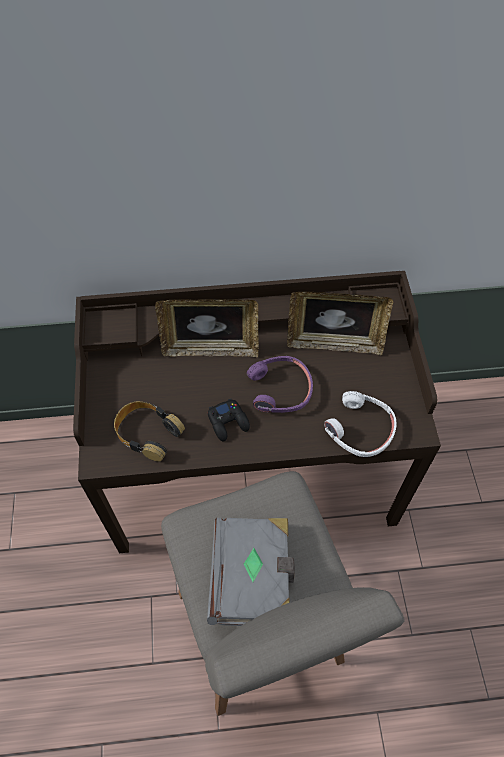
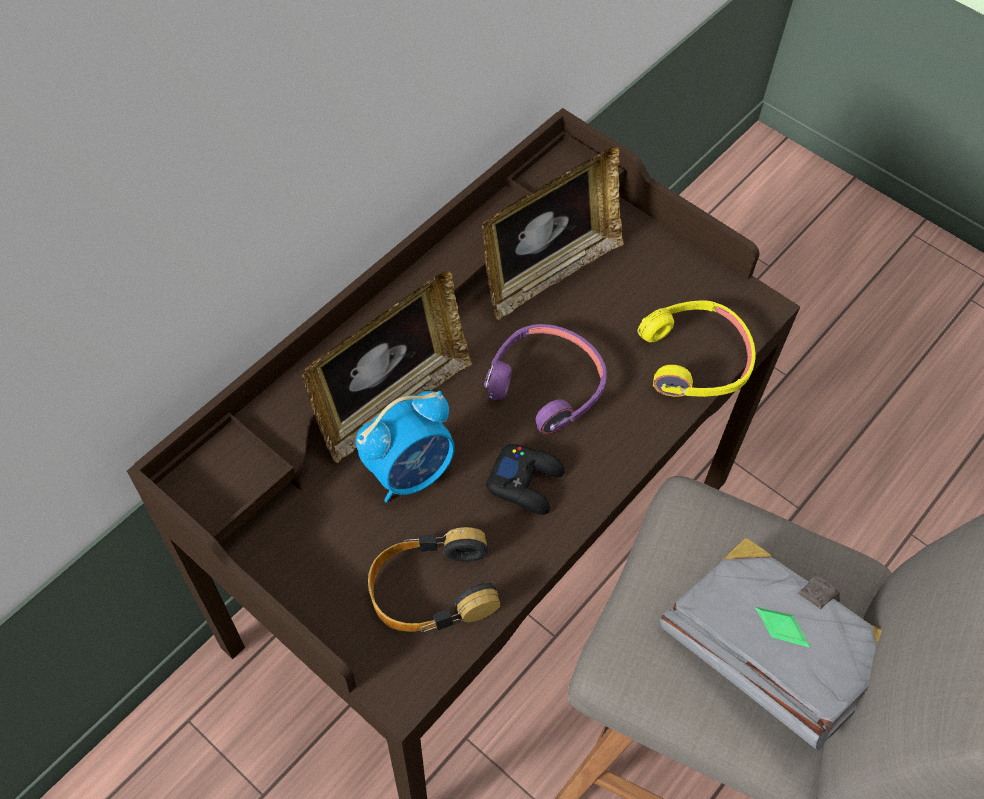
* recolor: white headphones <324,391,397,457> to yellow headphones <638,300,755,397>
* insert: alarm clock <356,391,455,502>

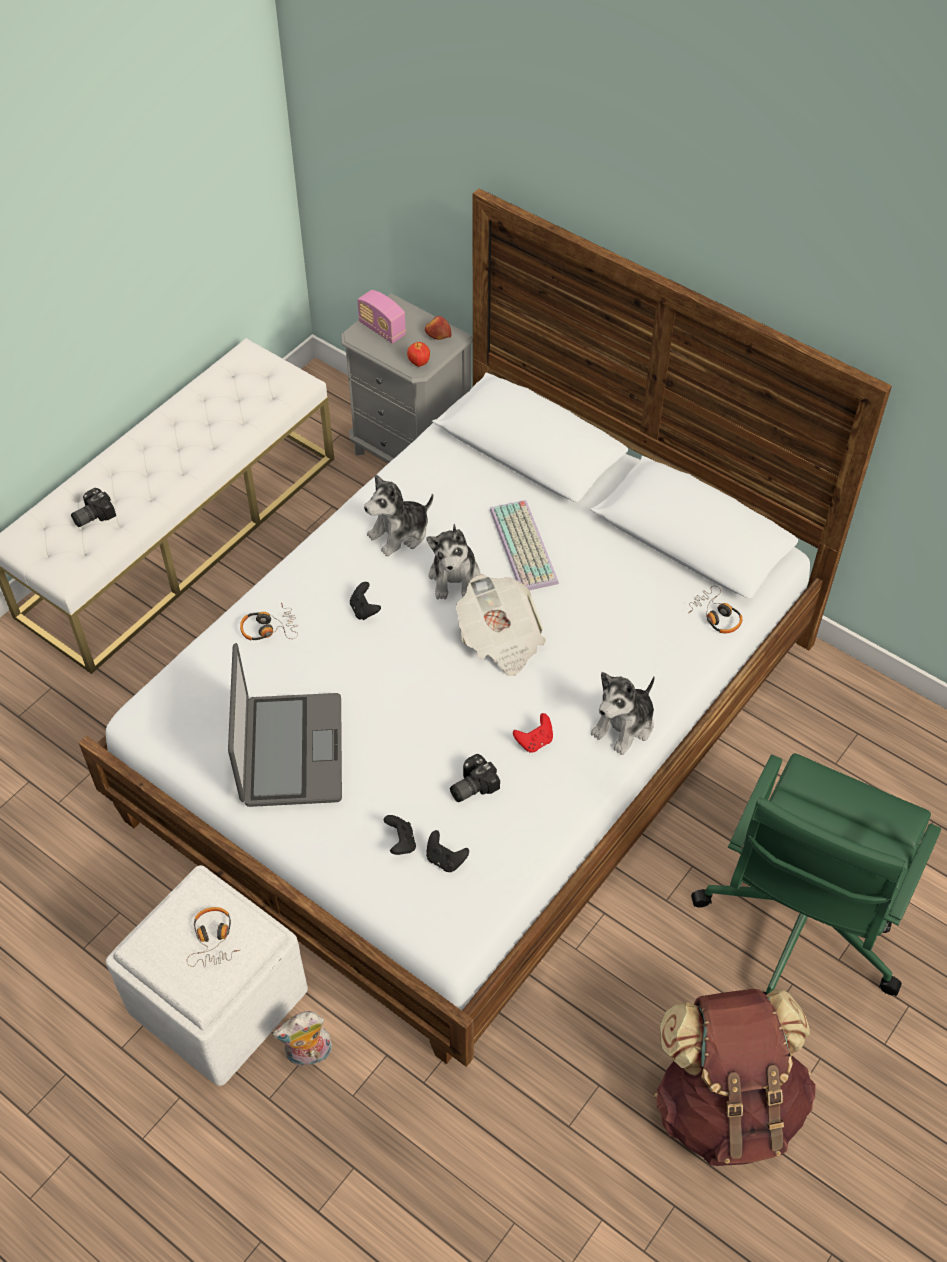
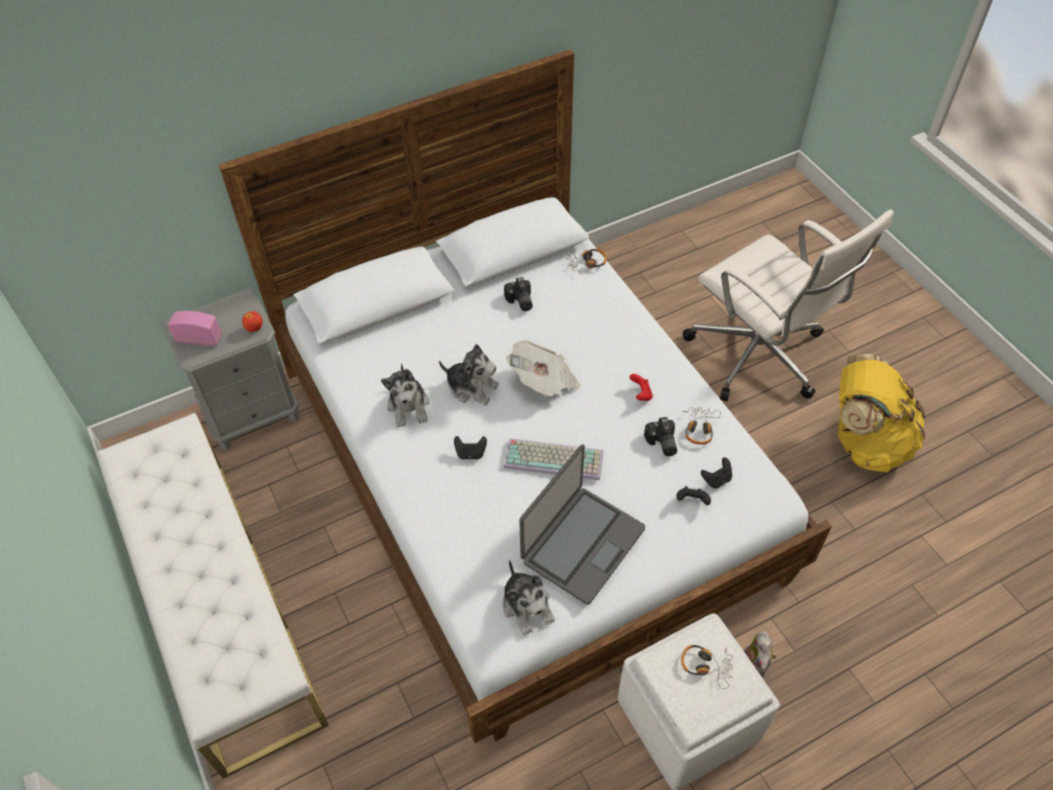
* move: photo camera <71,488,116,527> to <504,277,533,311>
* rotate: laptop <228,643,342,807> = <519,444,645,605> 105 degrees clockwise
* move: headphones <240,603,298,641> to <682,407,721,445>
* rotate: radio <357,290,406,343> = <168,311,222,346> 150 degrees counterclockwise
* delete: apple <425,316,452,340>
* move: keyboard <490,500,559,590> to <503,438,603,480>
* move: plush toy <591,672,655,755> to <502,559,555,636>
* recolor: brown backpack <654,989,816,1166> to yellow backpack <838,354,925,472>
* recolor: green office chair <691,753,941,996> to white office chair <683,209,894,401>

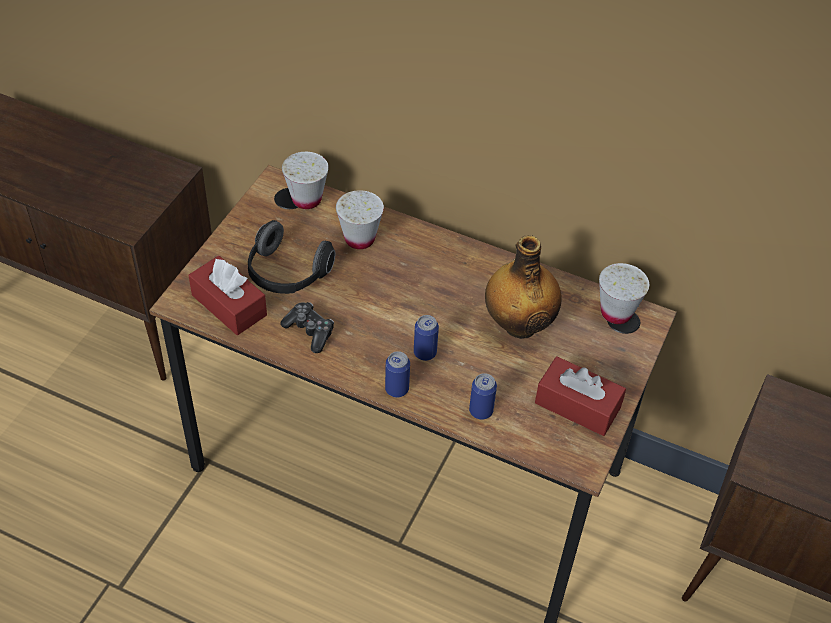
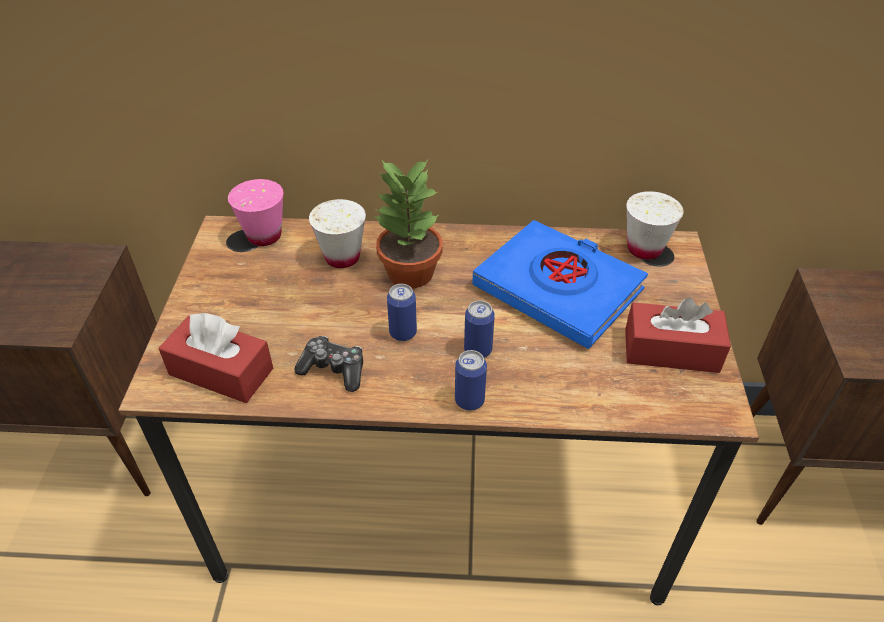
* delete: headphones <248,220,335,294>
* recolor: white cup <282,152,329,209> to pink cup <228,179,283,246>
* move: can <469,373,497,420> to <387,284,417,341>
* replace: bottle <485,235,562,339> to blue book <472,220,648,349>
* insert: potted plant <374,160,442,289>

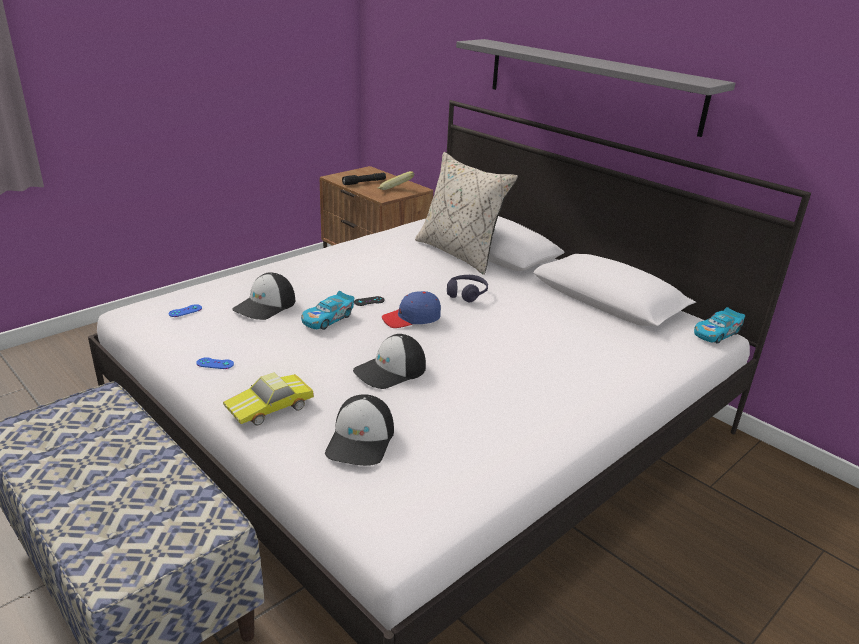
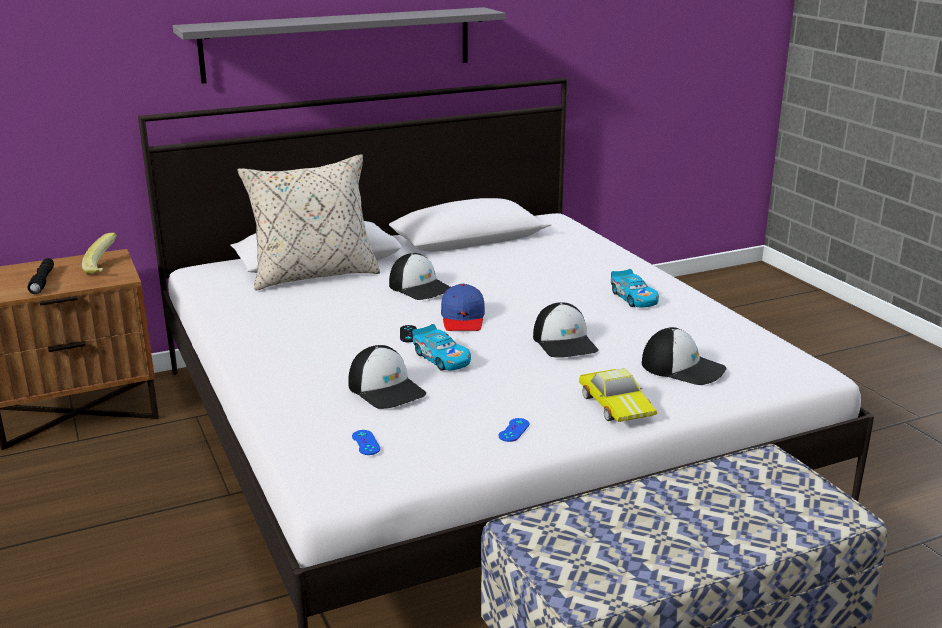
* replace: purple headphones <447,275,488,302> to cap <389,253,450,300>
* move: toy car <694,307,745,344> to <611,269,659,308>

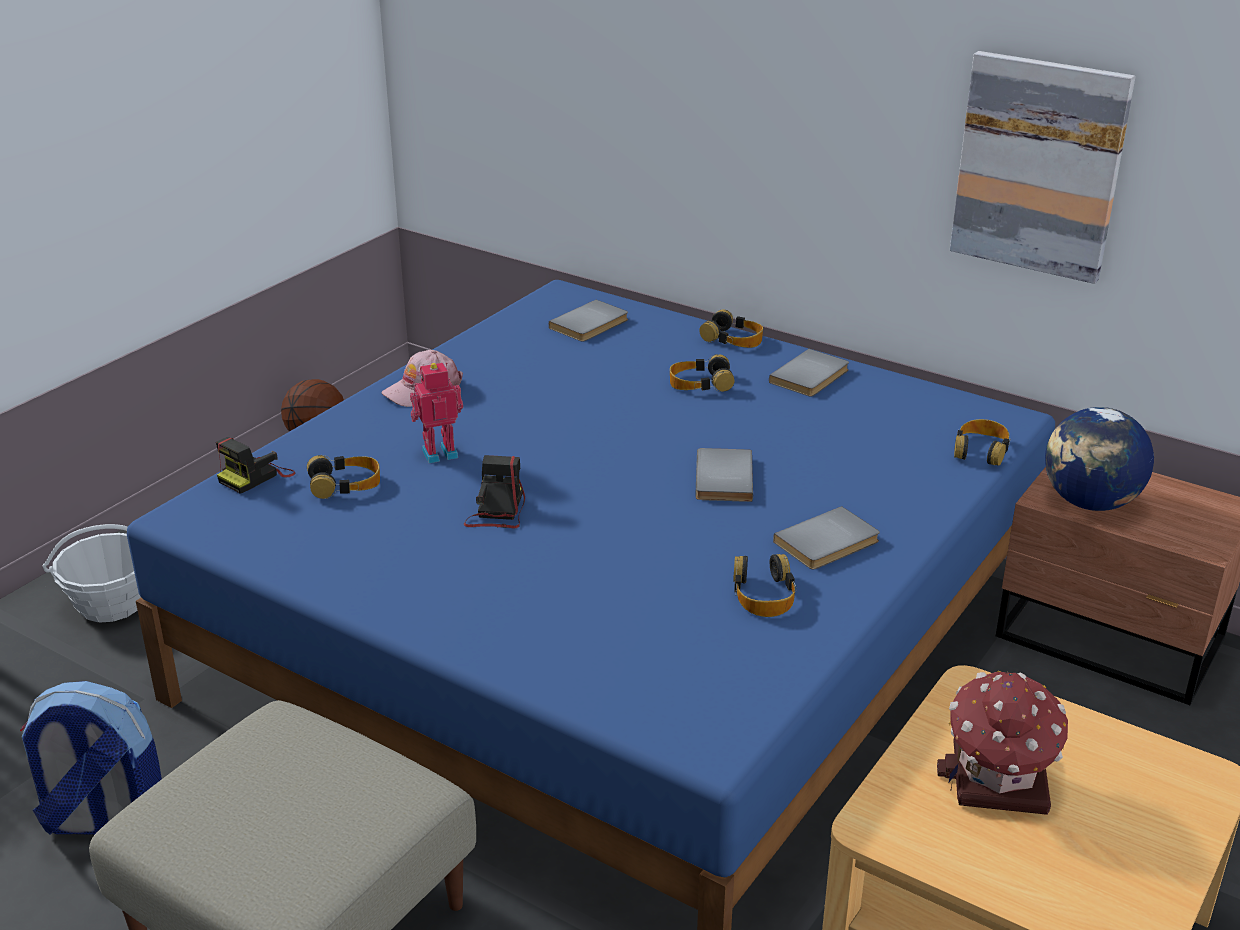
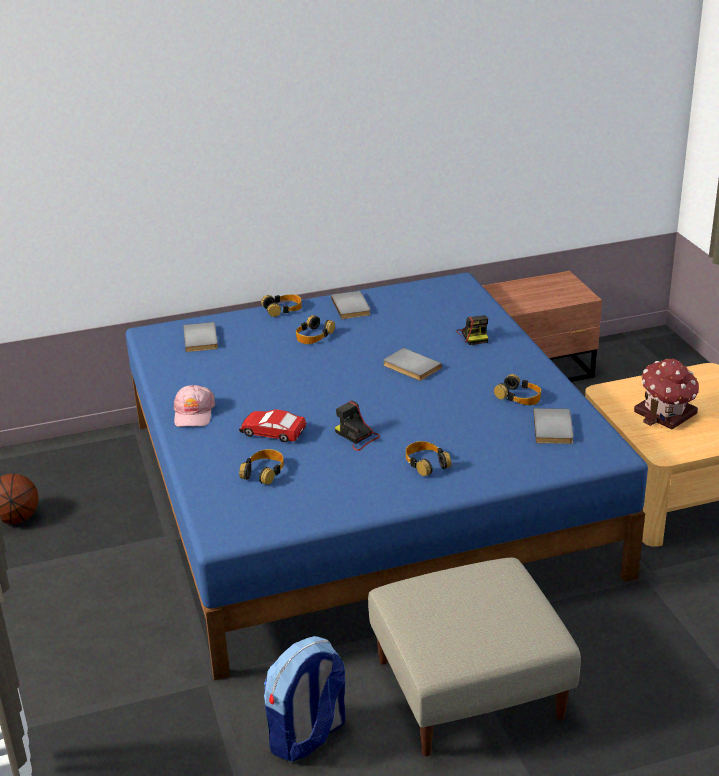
* delete: basket <43,524,141,623>
* move: photo camera <216,437,296,494> to <456,315,488,345>
* replace: toy robot <410,363,463,463> to toy car <239,409,306,442>
* move: grey book <773,506,880,569> to <533,408,573,444>
* delete: picture <950,51,1136,284>
* move: headphones <954,419,1010,466> to <406,441,451,476>
* delete: globe <1045,407,1154,511>

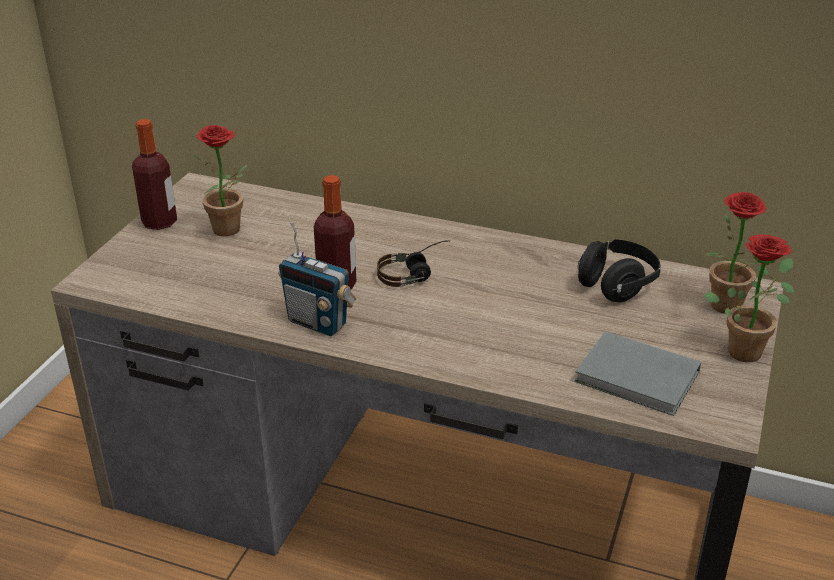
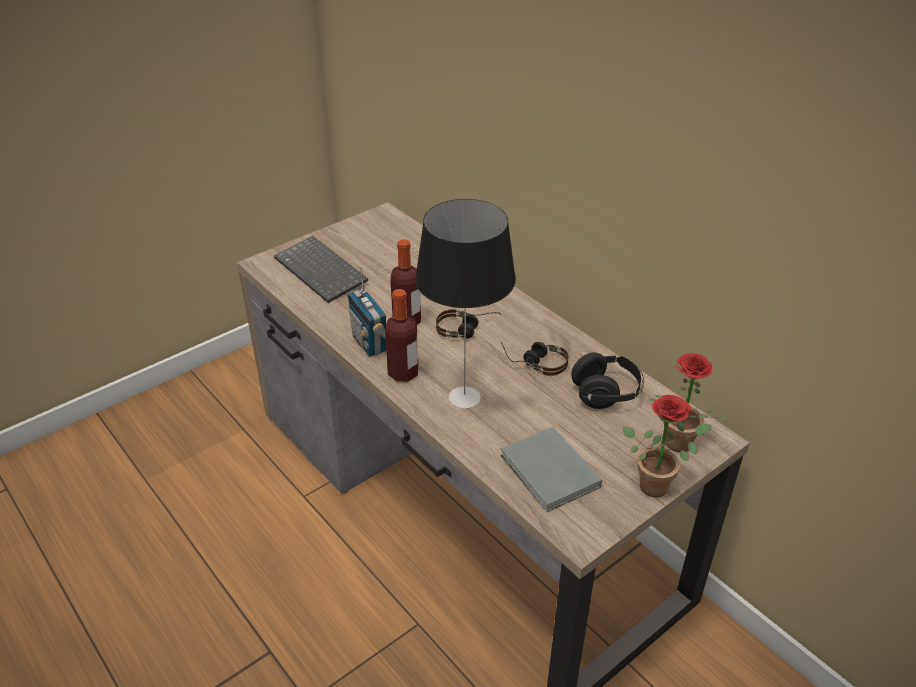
* move: bottle <132,119,177,230> to <385,289,419,382>
* delete: potted plant <192,125,248,236>
* insert: keyboard <274,236,368,303>
* insert: table lamp <415,199,516,408>
* insert: headphones <501,342,569,376>

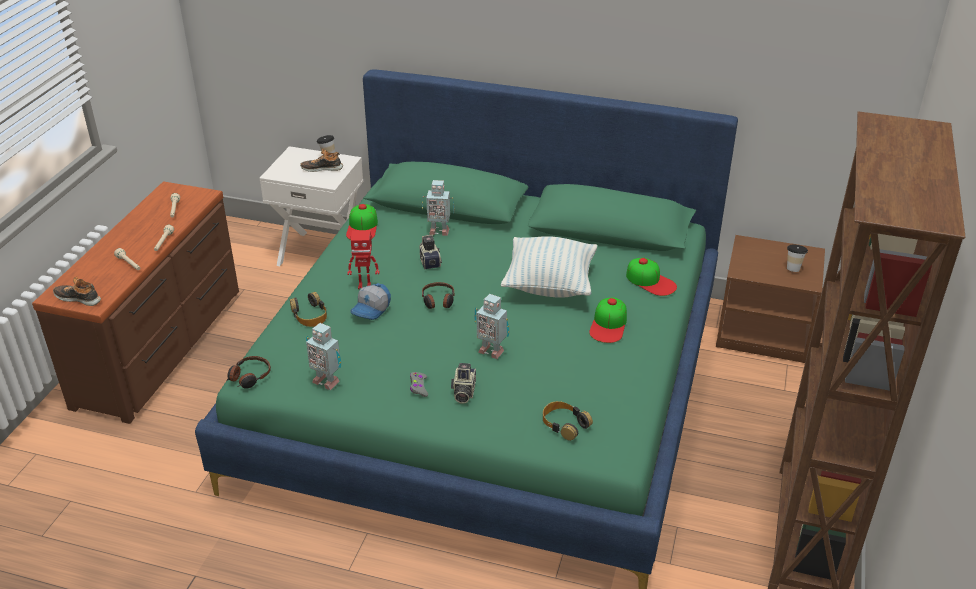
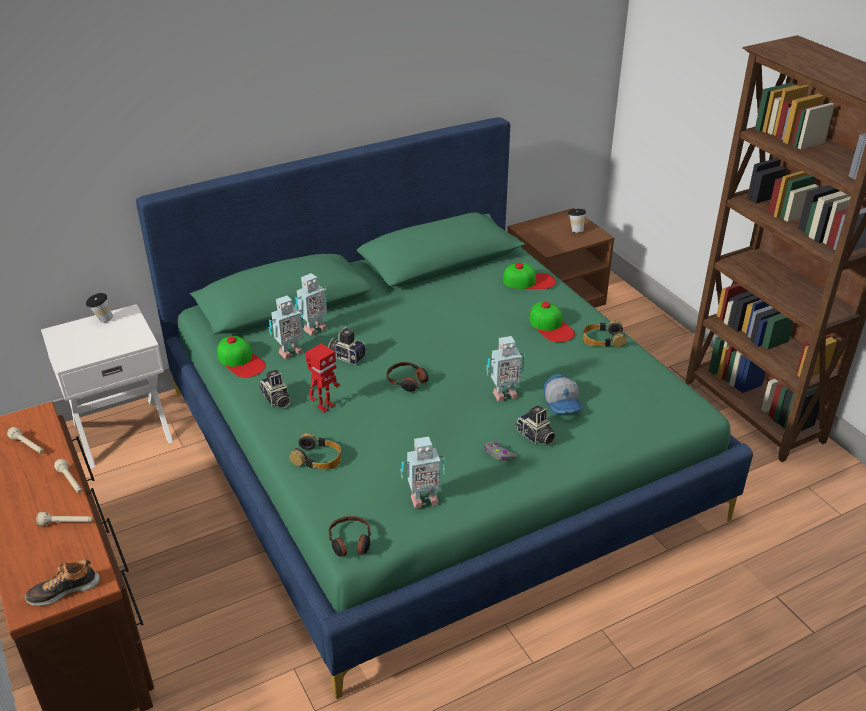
* delete: shoe <300,149,343,172>
* move: cap <350,283,391,320> to <544,374,583,414>
* delete: pillow <501,236,597,298>
* move: headphones <543,401,593,441> to <583,321,627,348>
* insert: photo camera <259,369,291,408>
* insert: toy robot <269,296,304,359>

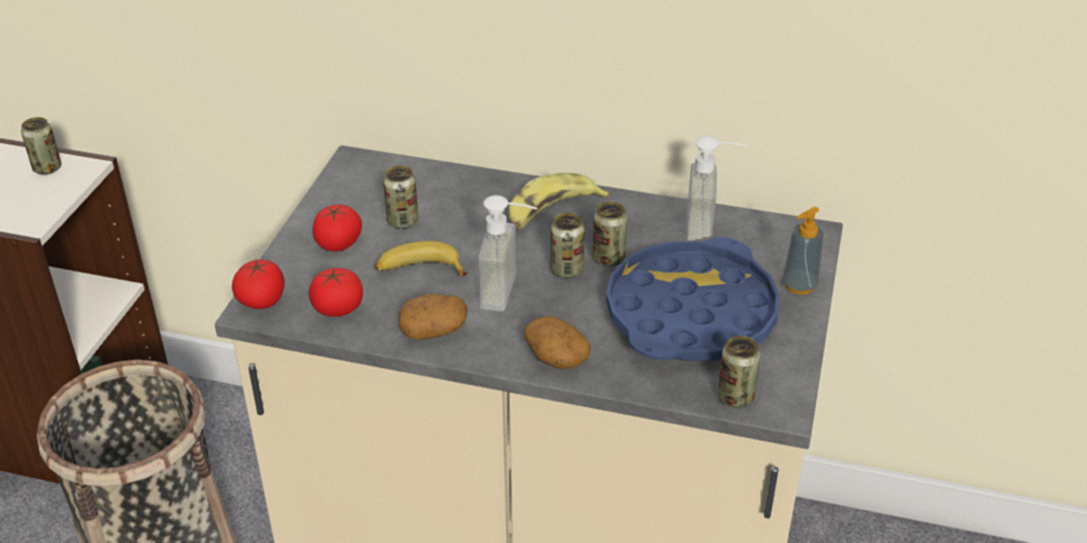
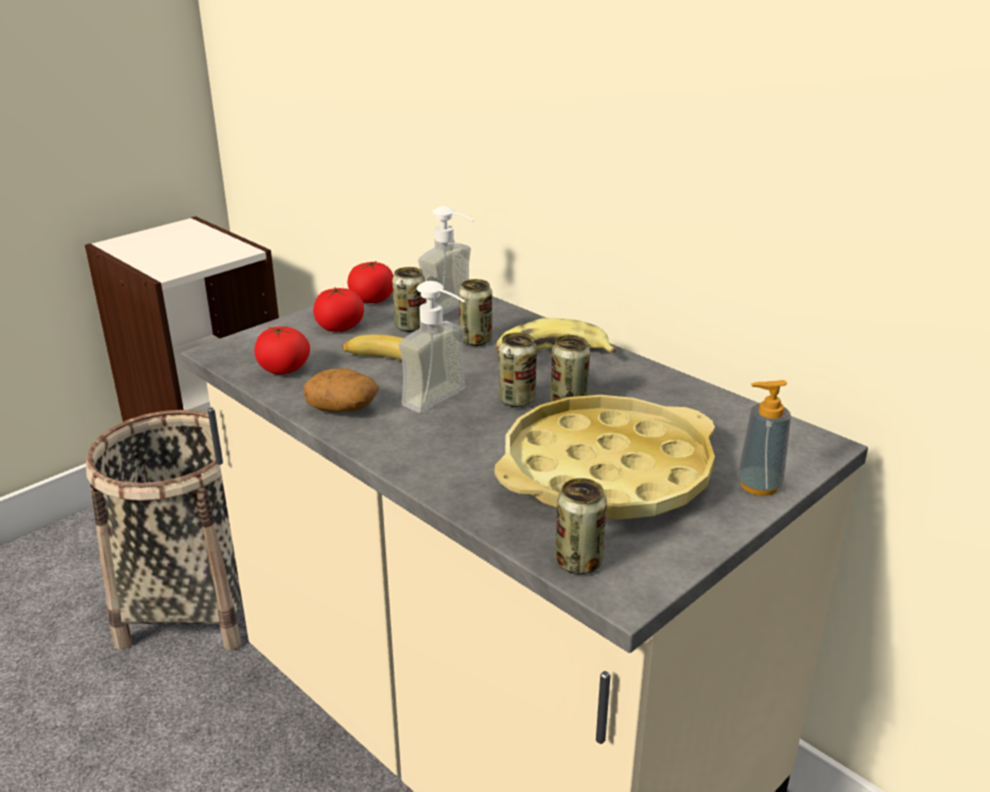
* move: can <21,117,61,174> to <459,279,492,346>
* move: tomato <232,260,285,309> to <347,261,394,303>
* delete: potato <525,316,591,369>
* recolor: blue tray <606,237,780,361> to yellow tray <494,395,715,520>
* move: soap dispenser <686,136,747,242> to <418,206,474,315>

